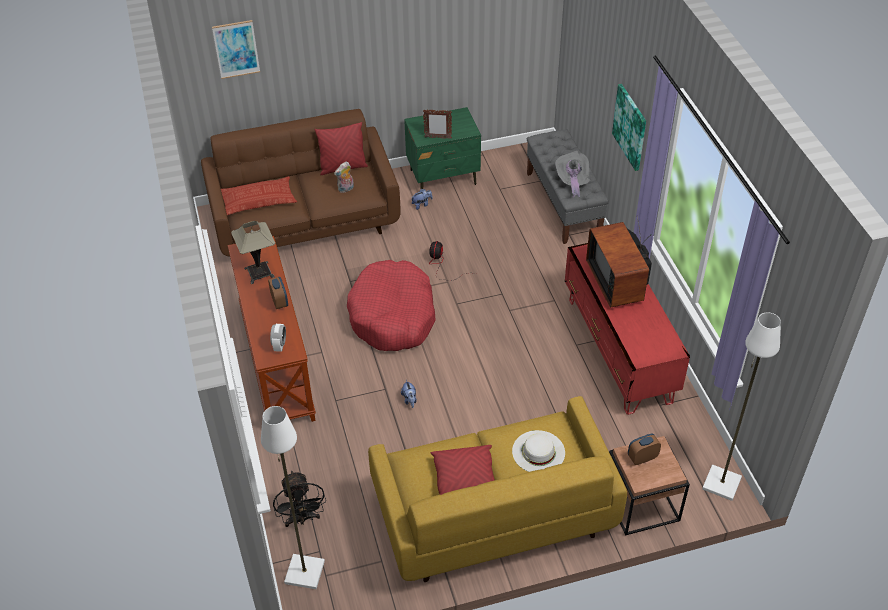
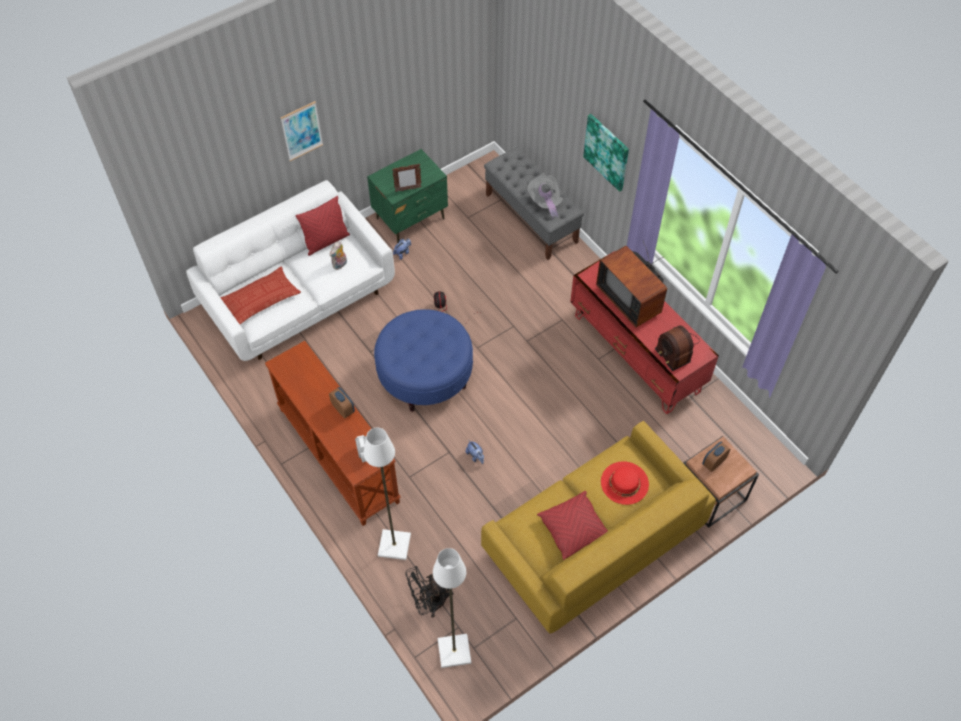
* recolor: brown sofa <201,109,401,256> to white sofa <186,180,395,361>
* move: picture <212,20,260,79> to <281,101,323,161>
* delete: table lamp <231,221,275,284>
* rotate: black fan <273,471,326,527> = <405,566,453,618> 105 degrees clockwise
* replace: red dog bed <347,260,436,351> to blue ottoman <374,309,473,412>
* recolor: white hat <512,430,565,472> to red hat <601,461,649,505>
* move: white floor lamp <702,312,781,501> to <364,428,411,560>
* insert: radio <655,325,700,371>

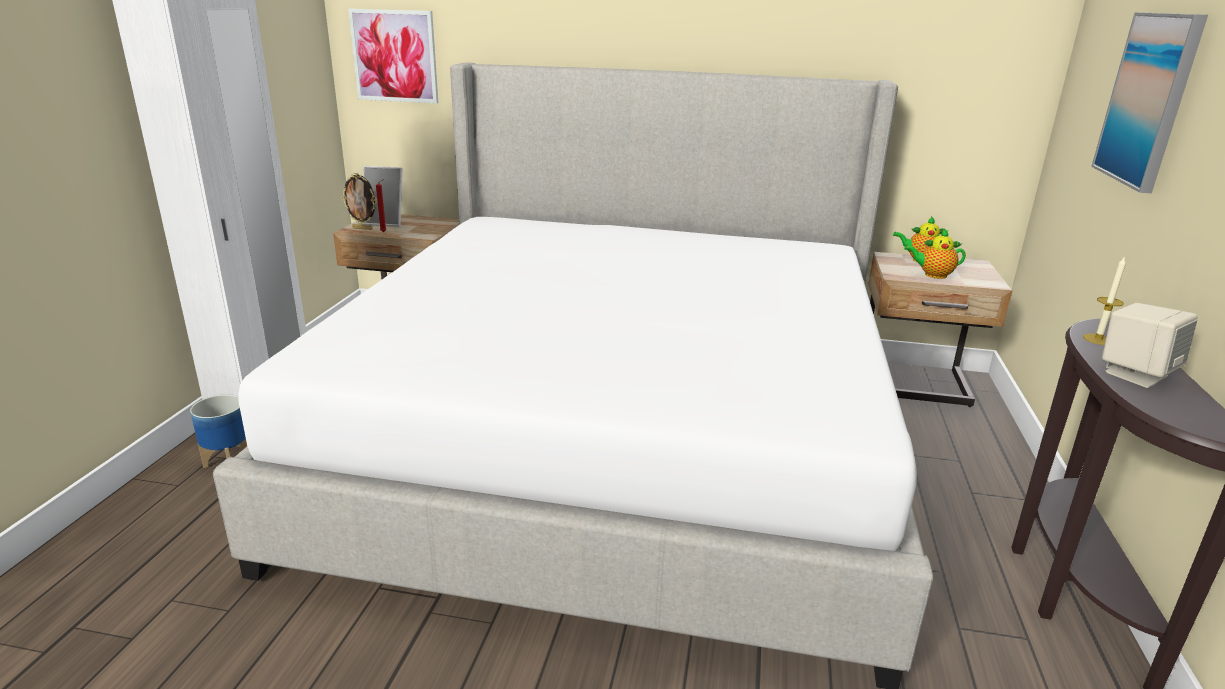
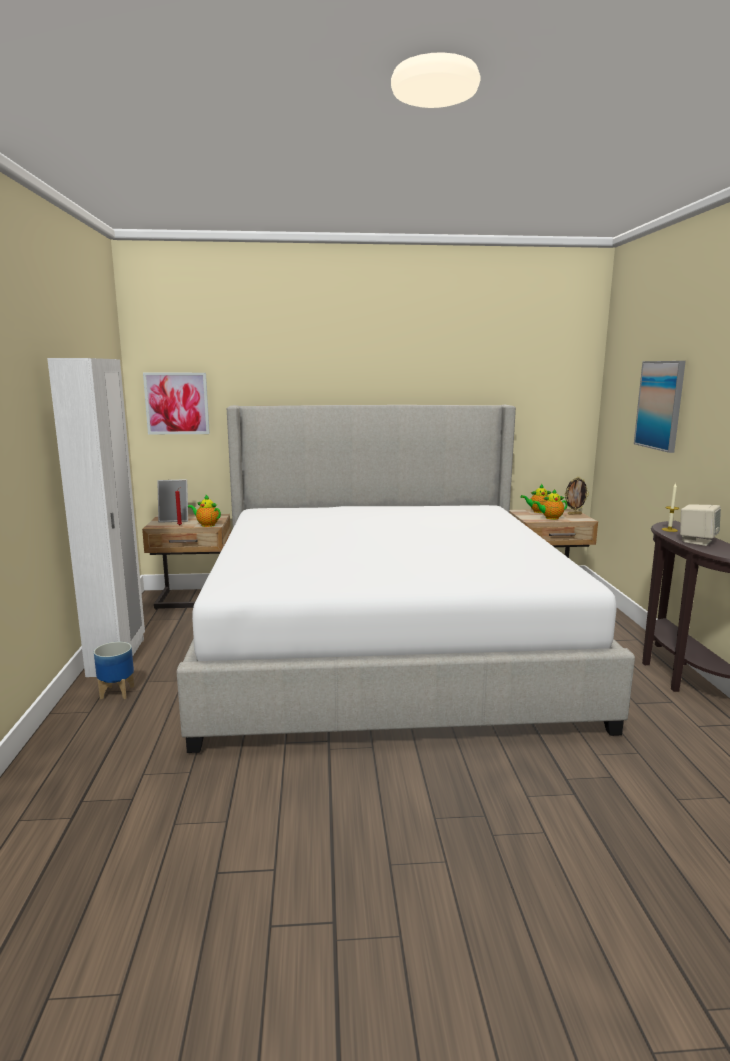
* move: picture frame <341,173,377,230> to <565,477,589,515>
* insert: teapot <188,495,221,527>

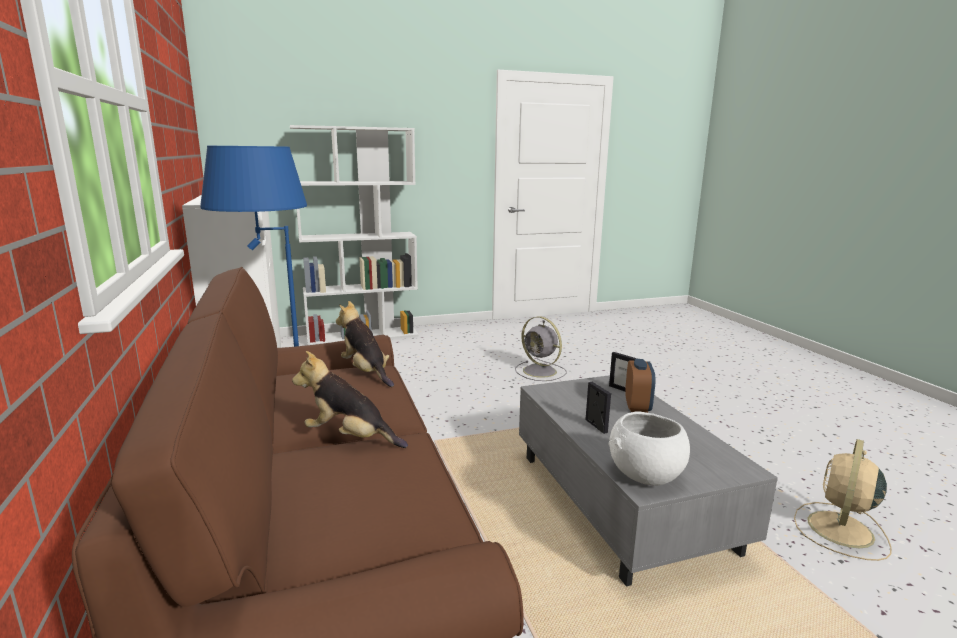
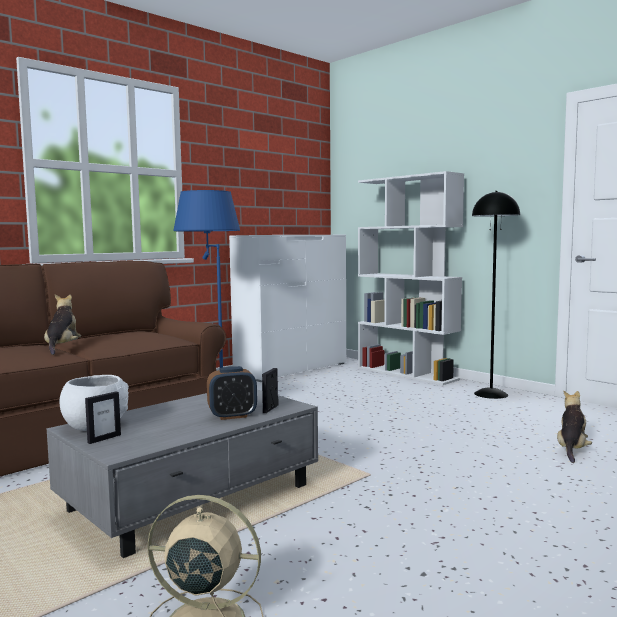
* move: plush toy <336,301,394,387> to <557,391,592,463>
* delete: grey fan <515,316,567,381>
* move: picture frame <586,382,611,434> to <85,391,121,444>
* insert: black floor lamp <472,191,520,399>

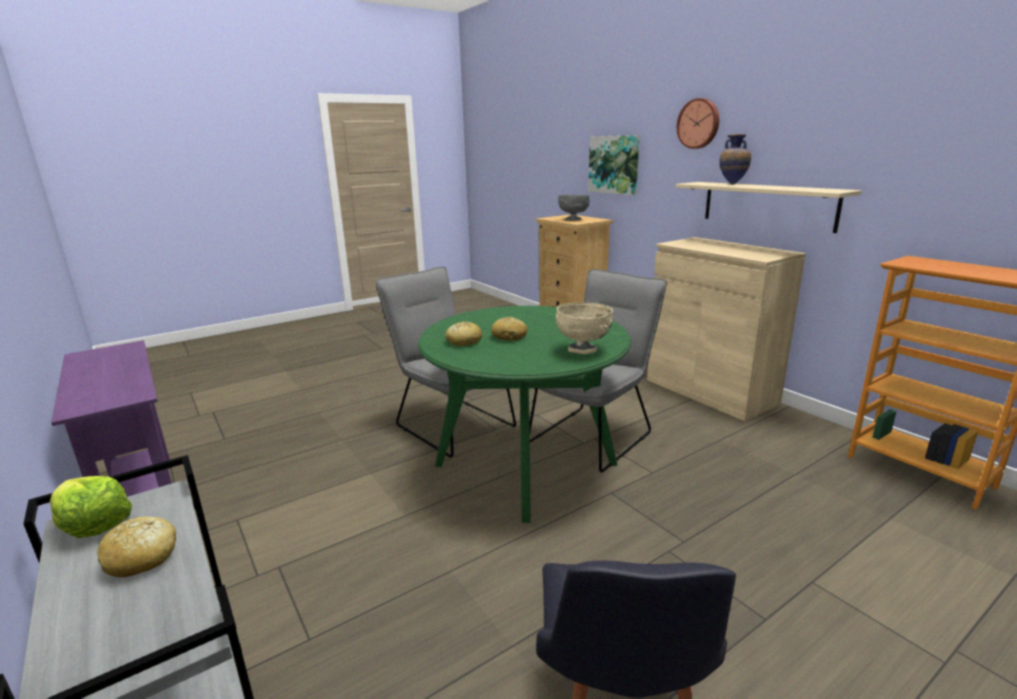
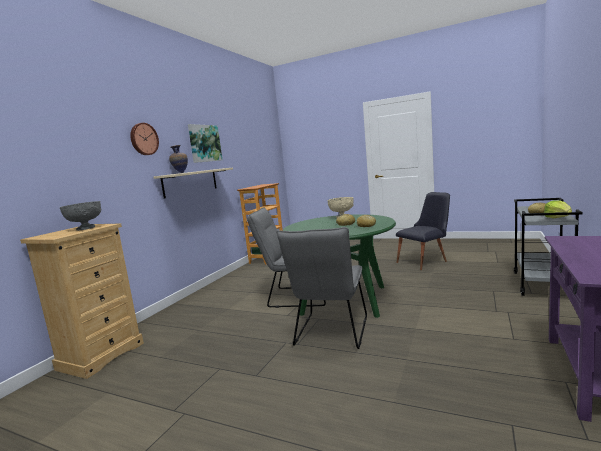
* move: picture <588,135,640,195> to <188,124,222,163>
* delete: beige cabinet <647,237,806,421>

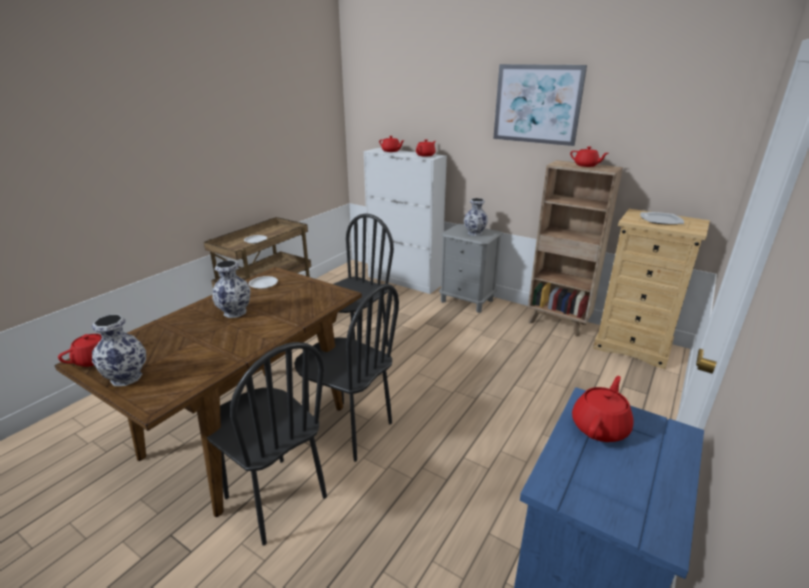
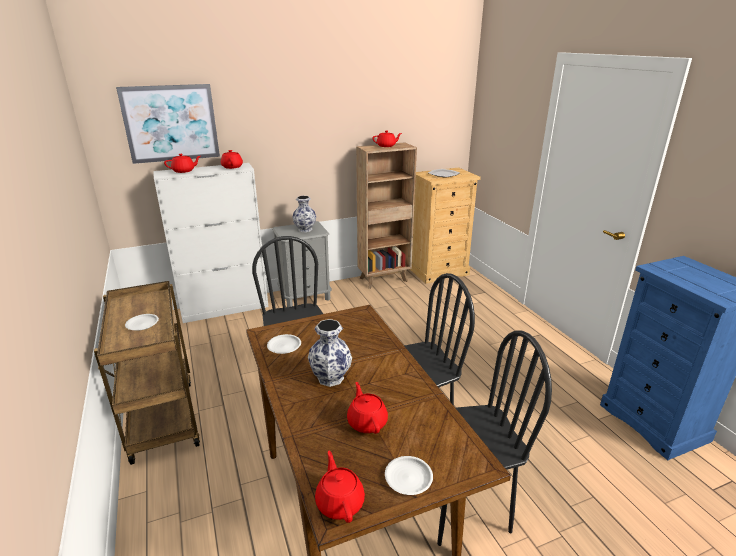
* replace: vase <91,315,146,386> to white plate <385,456,433,495>
* move: picture <493,64,587,146> to <116,84,220,164>
* move: red teapot <572,376,634,442> to <347,382,388,434>

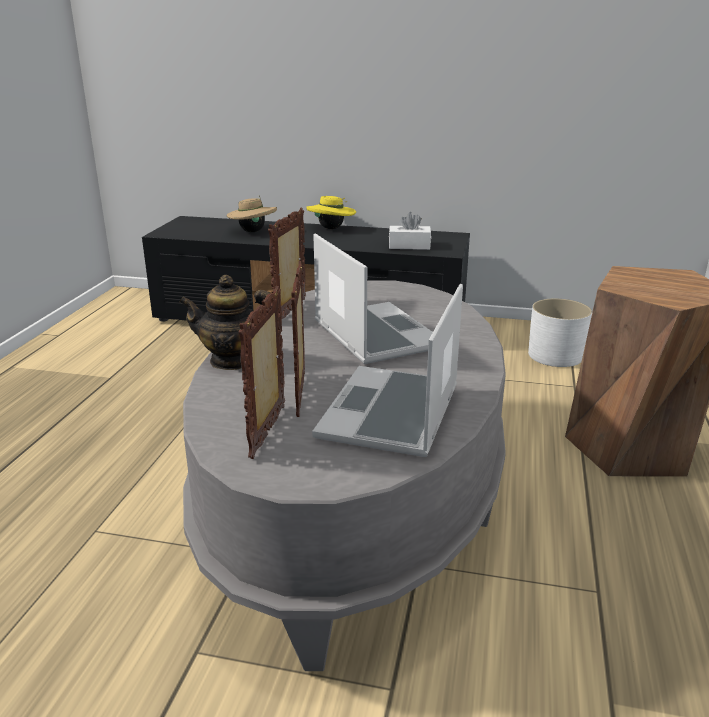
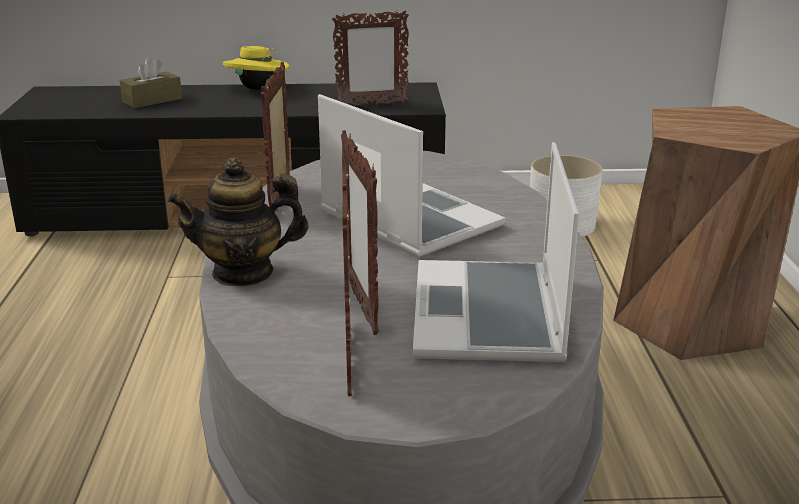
* replace: beige hat <227,196,277,232> to brown tissue box <120,57,182,108>
* replace: white tissue box <389,212,431,250> to picture frame <332,11,409,105>

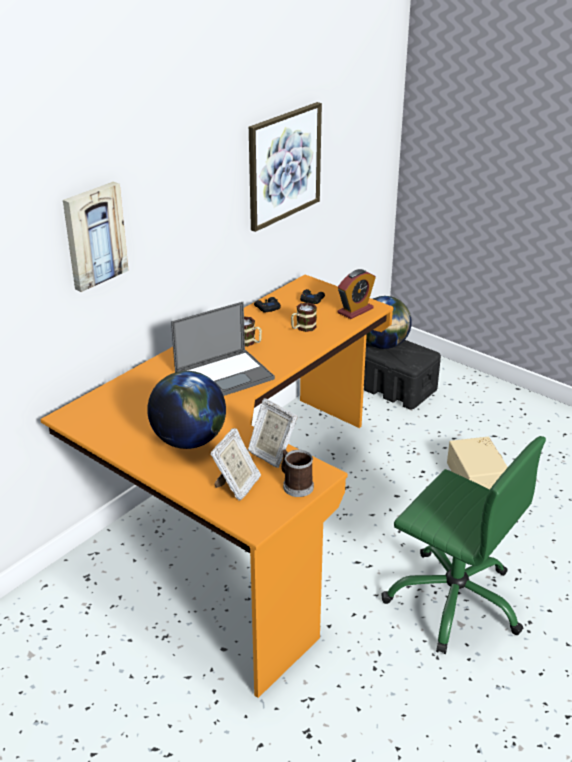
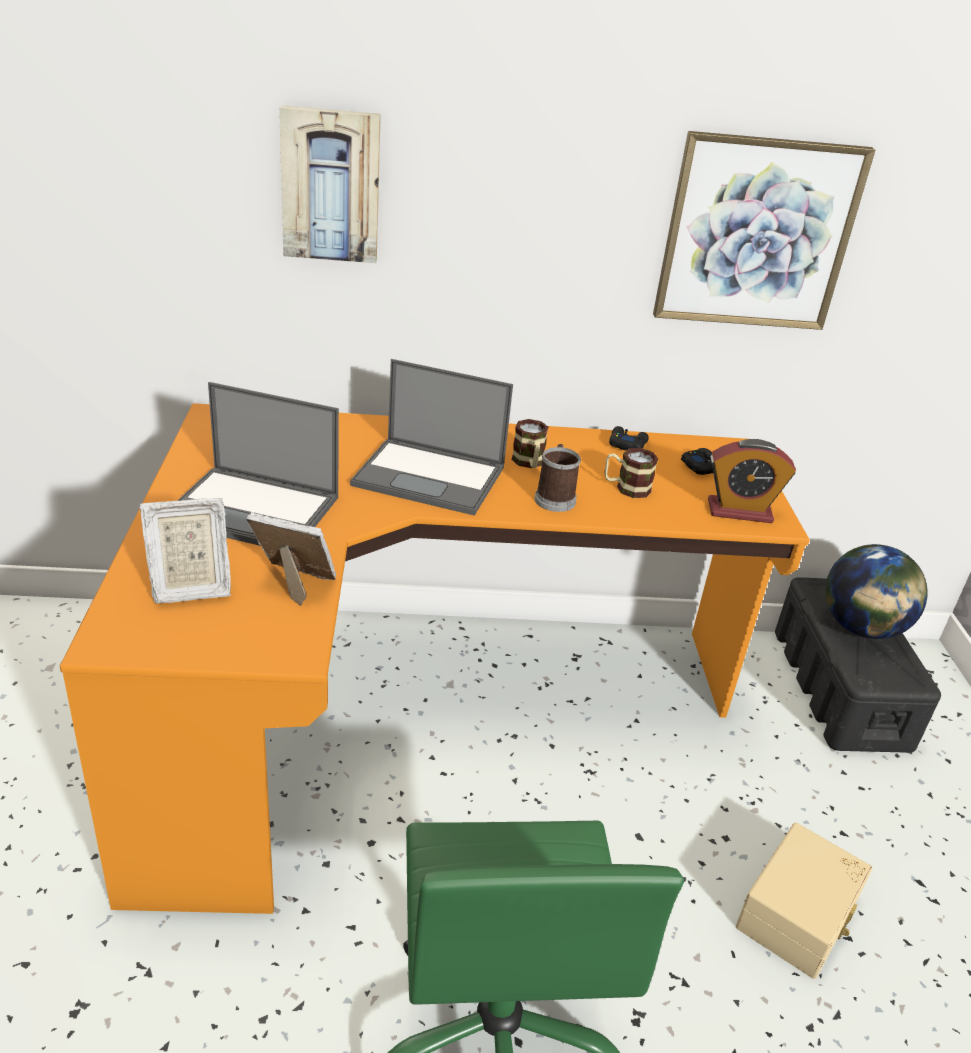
* replace: globe <147,371,226,449> to laptop <177,382,339,546>
* rotate: picture frame <248,398,298,468> = <246,512,336,606> 105 degrees clockwise
* move: mug <281,449,314,497> to <535,444,581,512>

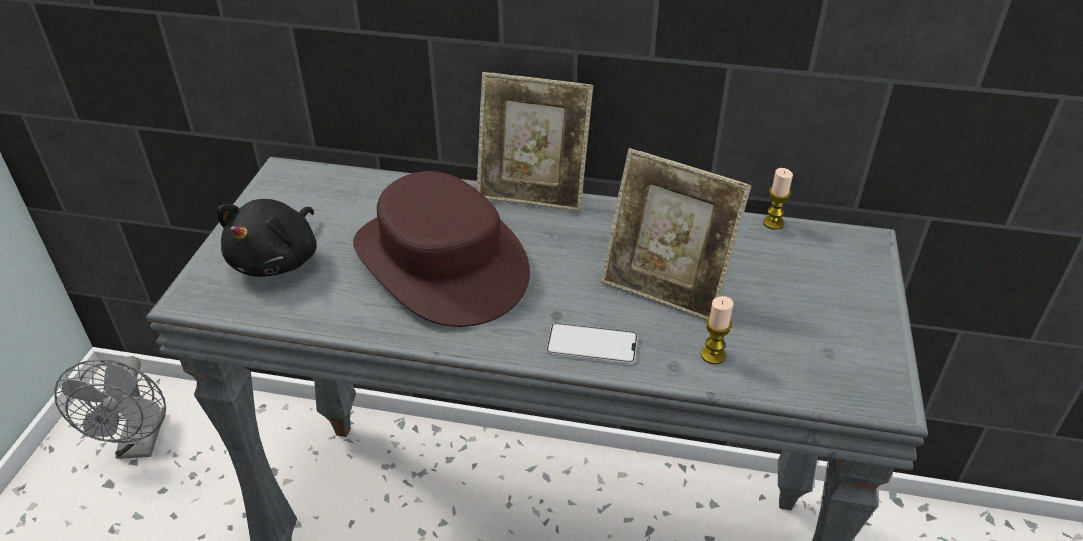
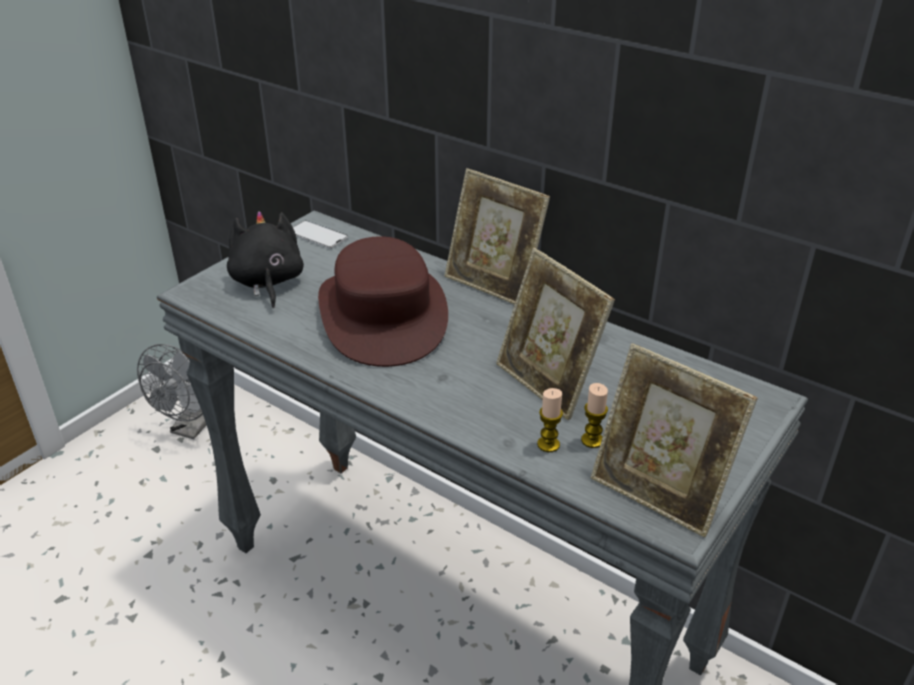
* rotate: black plush toy <216,199,317,277> = <227,211,304,308> 120 degrees clockwise
* move: phone <546,323,638,364> to <293,221,348,249>
* move: candle <763,168,793,230> to <581,383,608,448>
* insert: picture frame <591,343,758,538>

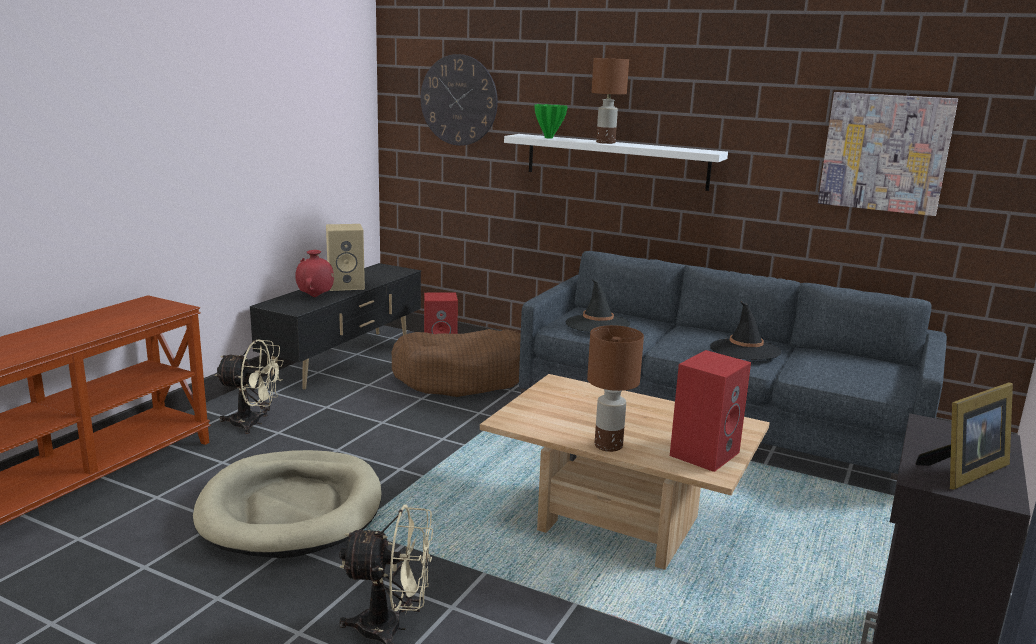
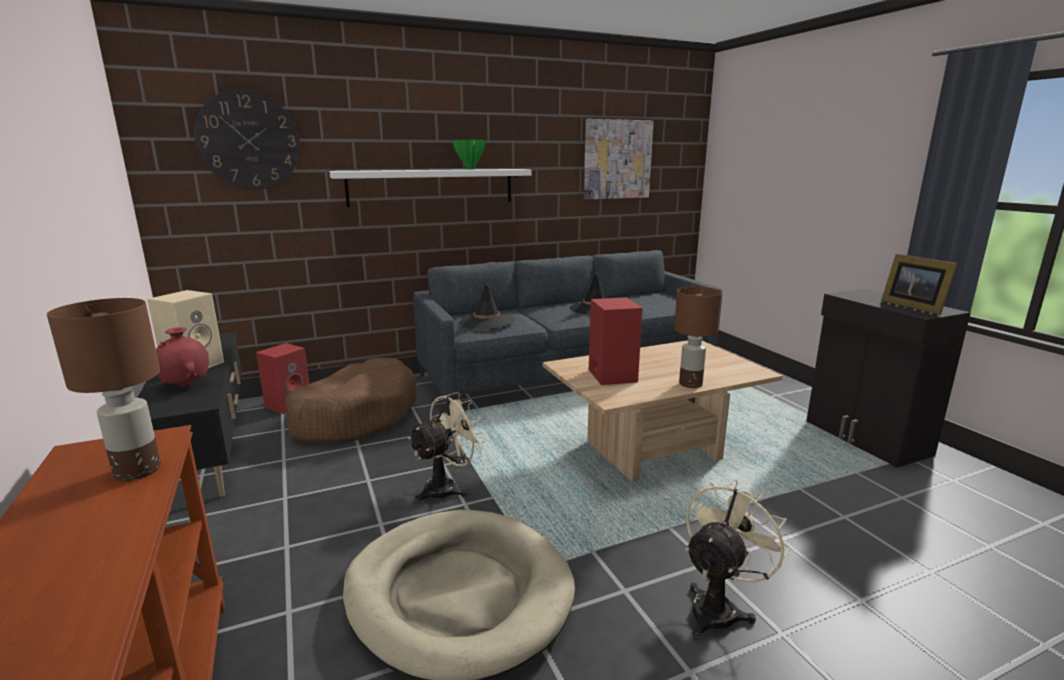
* move: beige fan <215,339,284,434> to <408,392,487,504>
* move: green vase <534,104,568,138> to <453,140,486,170>
* move: brown table lamp <591,58,629,144> to <47,298,161,481>
* move: red speaker <670,350,751,472> to <589,297,643,385>
* rotate: picture frame <915,383,1013,490> = <881,254,958,315> 150 degrees clockwise

